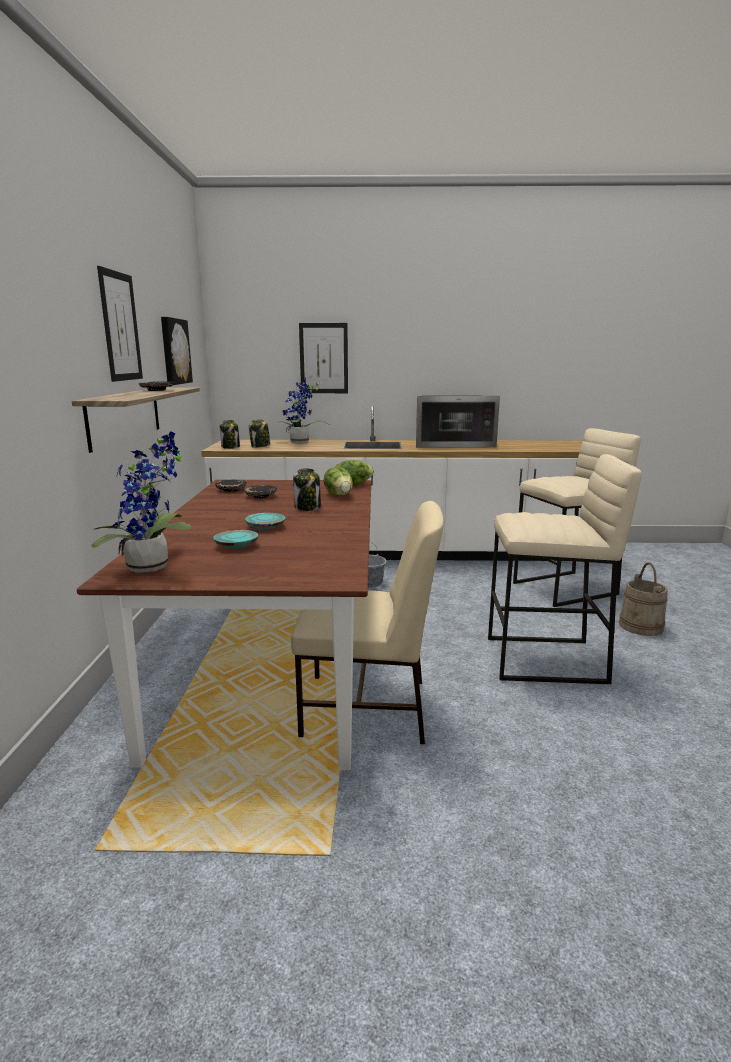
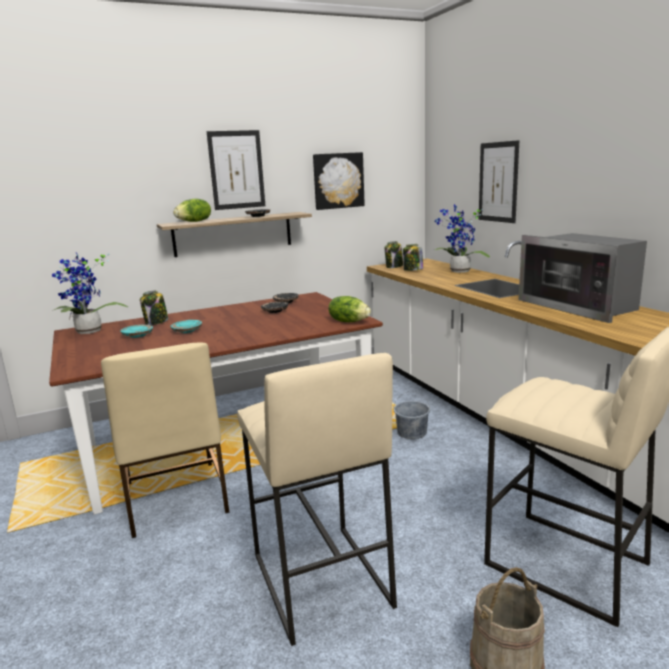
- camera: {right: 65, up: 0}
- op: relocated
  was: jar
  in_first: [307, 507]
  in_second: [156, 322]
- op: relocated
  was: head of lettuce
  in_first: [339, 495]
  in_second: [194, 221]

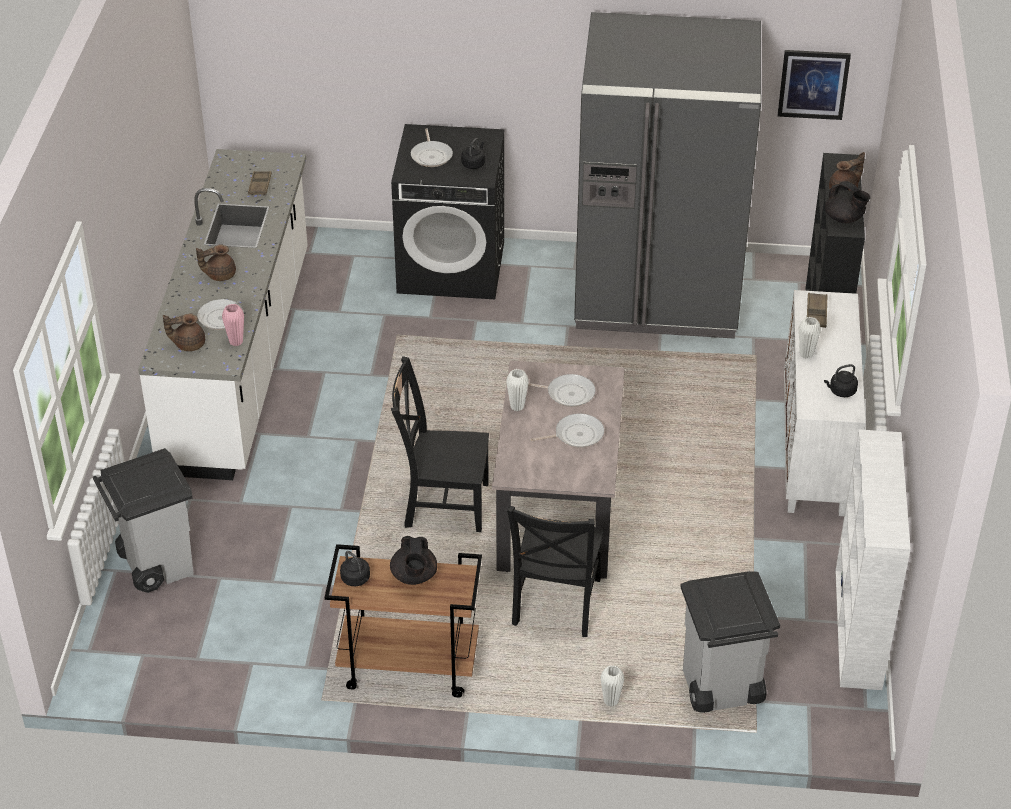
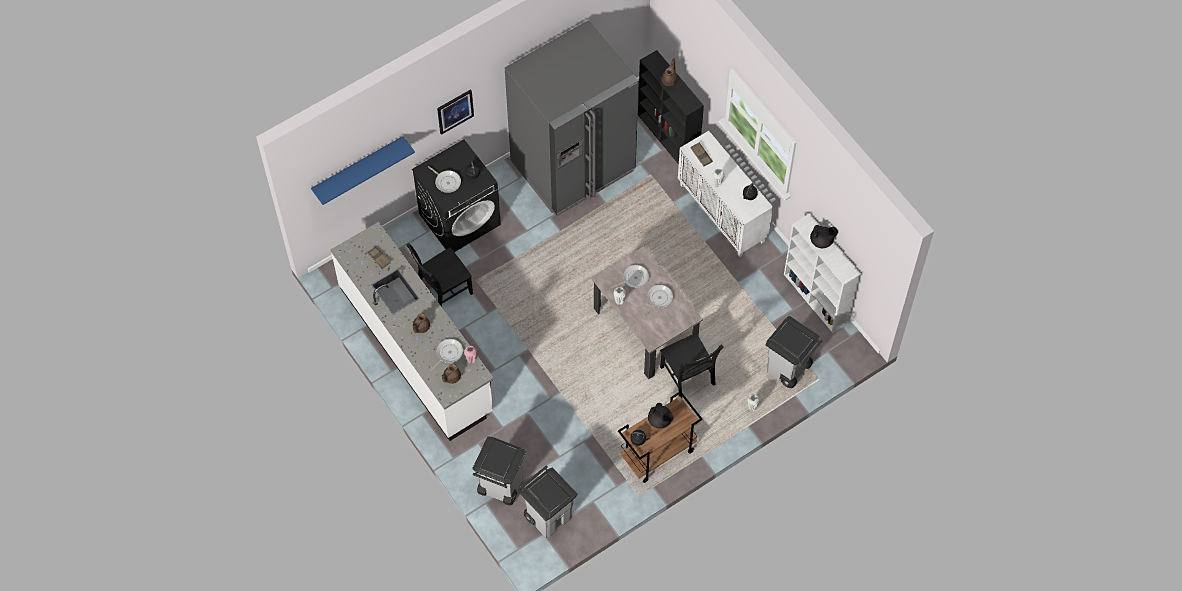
- camera: {right: -40, up: 20}
- op: appeared
  now: bluish shelf
  in_second: [358, 167]
- op: relocated
  was: black chair
  in_first: [442, 504]
  in_second: [442, 291]
- op: relocated
  was: picture
  in_first: [813, 84]
  in_second: [455, 111]
- op: appeared
  now: grey waste bin
  in_second: [548, 516]
- op: relocated
  was: black pot for tea
  in_first: [844, 218]
  in_second: [822, 241]

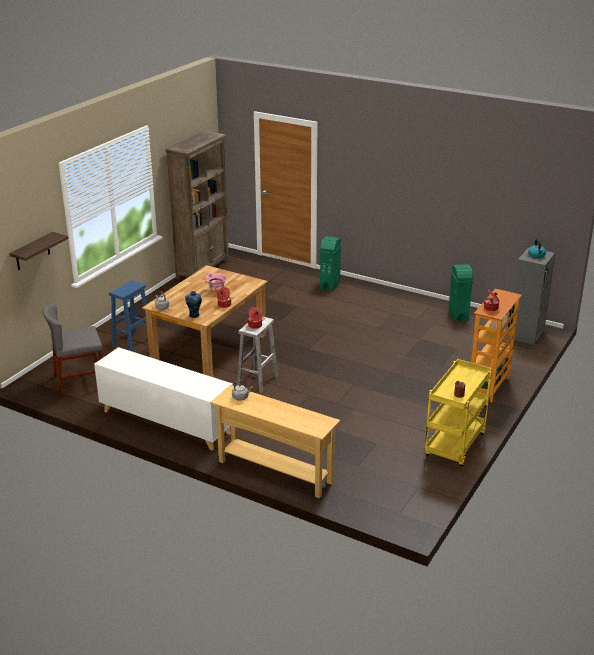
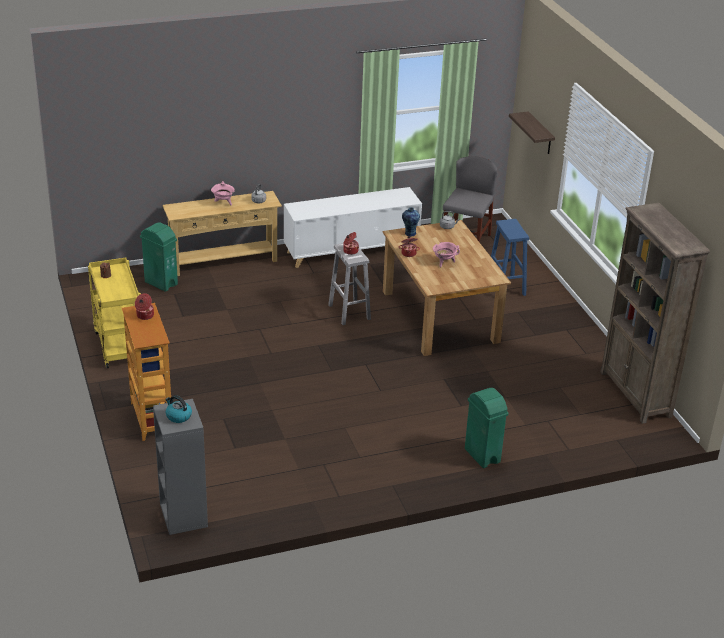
- camera: {right: 130, up: 5}
- op: relocated
  was: green waste bin
  in_first: [458, 316]
  in_second: [161, 283]
- op: appeared
  now: pink stockpot
  in_second: [223, 203]

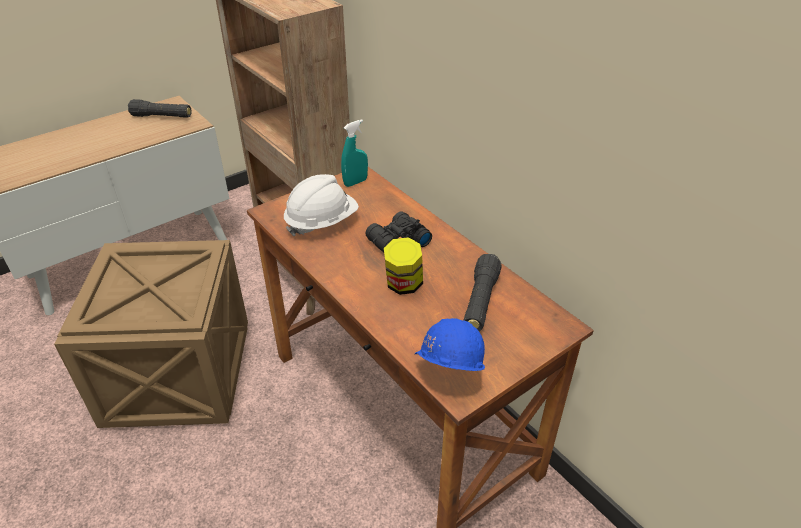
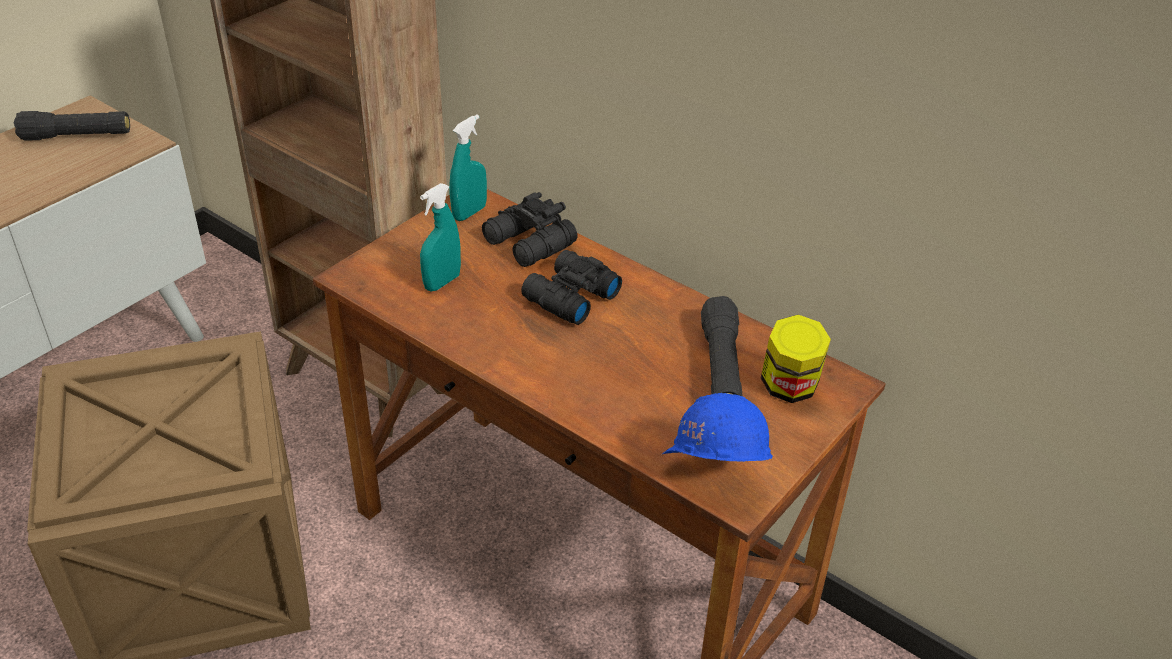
- camera: {right: -15, up: 0}
- op: exchanged
  was: whitish hard hat
  now: turquoise spray bottle
  in_first: [321, 222]
  in_second: [442, 282]
- op: appeared
  now: black field glasses
  in_second: [529, 244]
- op: relocated
  was: jar
  in_first: [403, 285]
  in_second: [789, 388]

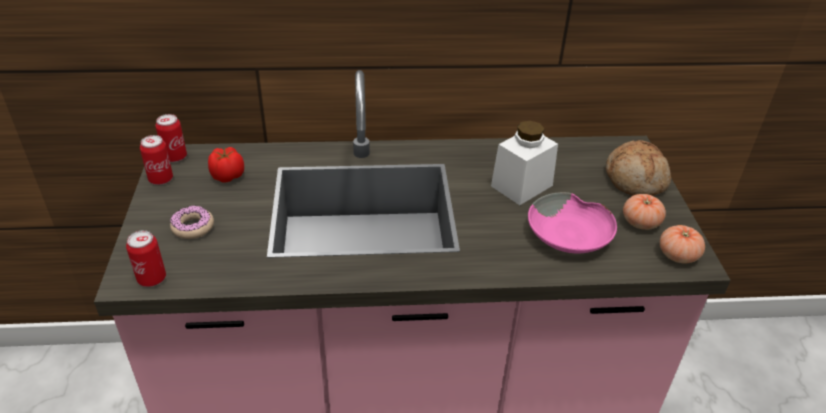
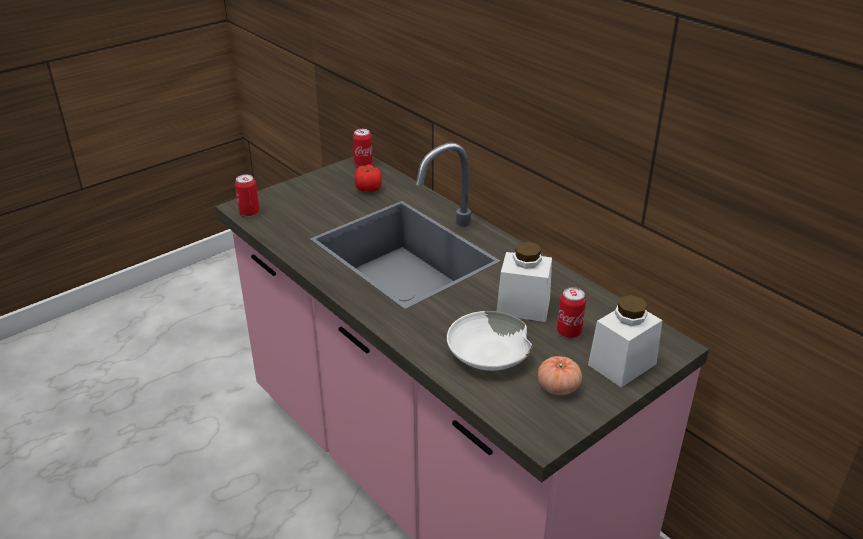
- camera: {right: 55, up: -5}
- op: colour
  was: pink serving bowl
  now: whitish serving bowl
  in_first: [570, 236]
  in_second: [488, 354]
- op: relocated
  was: sealed can
  in_first: [161, 179]
  in_second: [569, 332]
- op: exchanged
  was: baked bread
  now: whitish jar
  in_first: [636, 179]
  in_second: [622, 364]
- op: missing
  was: doughnut
  in_first: [193, 227]
- op: missing
  was: whole tomato
  in_first: [678, 255]

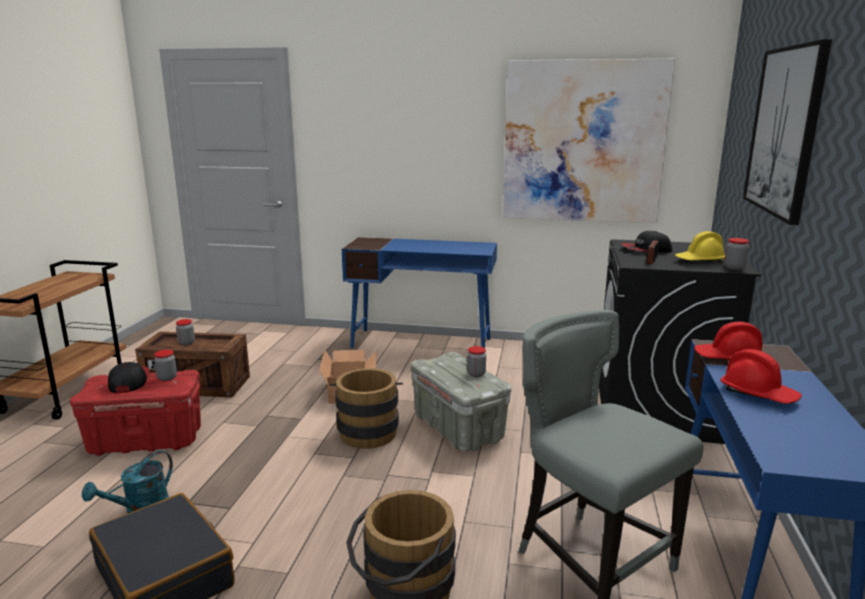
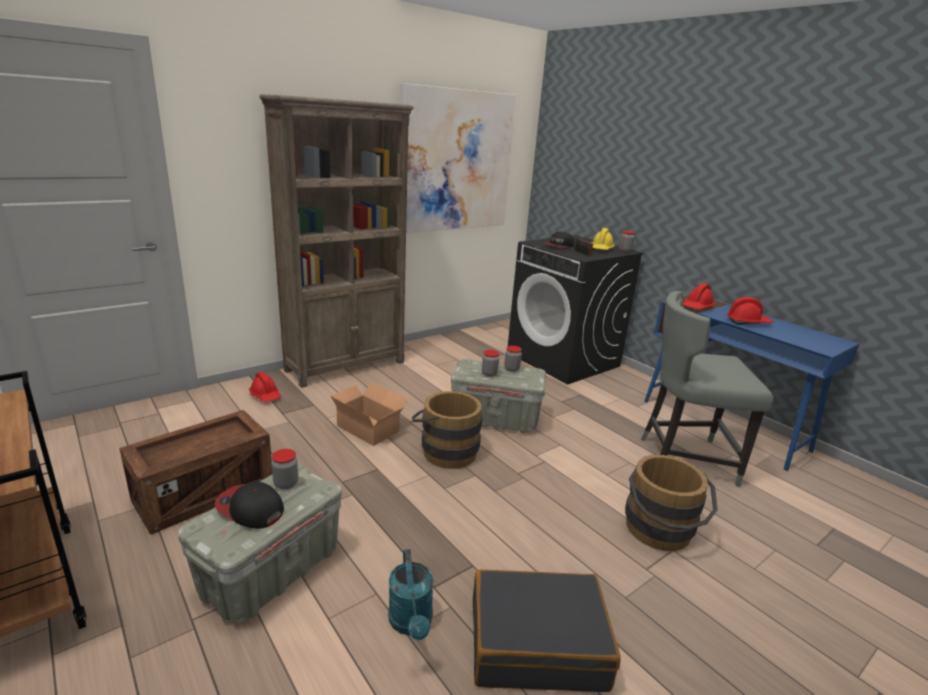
- camera: {right: -50, up: 5}
- op: colour
  was: red storage bin
  now: grey storage bin
  in_first: [145, 441]
  in_second: [271, 572]
- op: appeared
  now: red hard hat
  in_second: [266, 396]
- op: exchanged
  was: bluish desk
  now: brown bookcase
  in_first: [422, 343]
  in_second: [346, 366]
- op: relocated
  was: jar
  in_first: [186, 343]
  in_second: [489, 374]
- op: missing
  was: picture
  in_first: [784, 131]

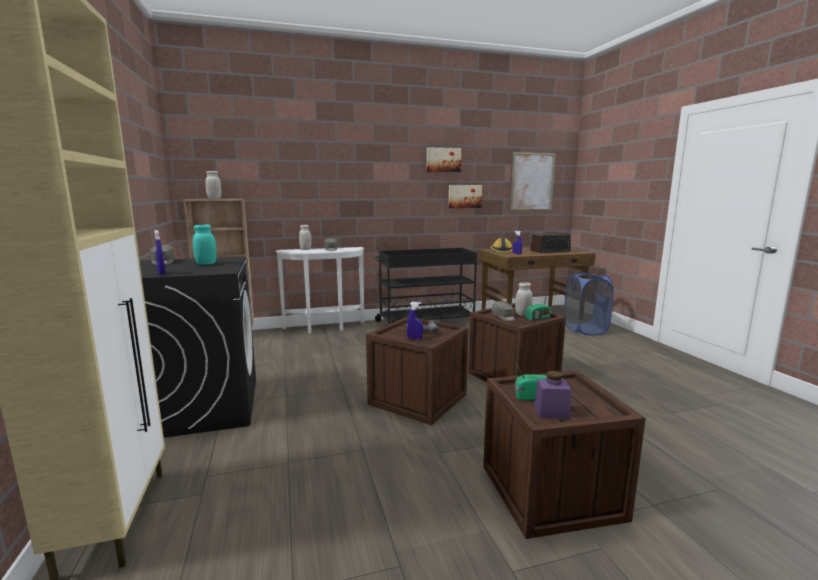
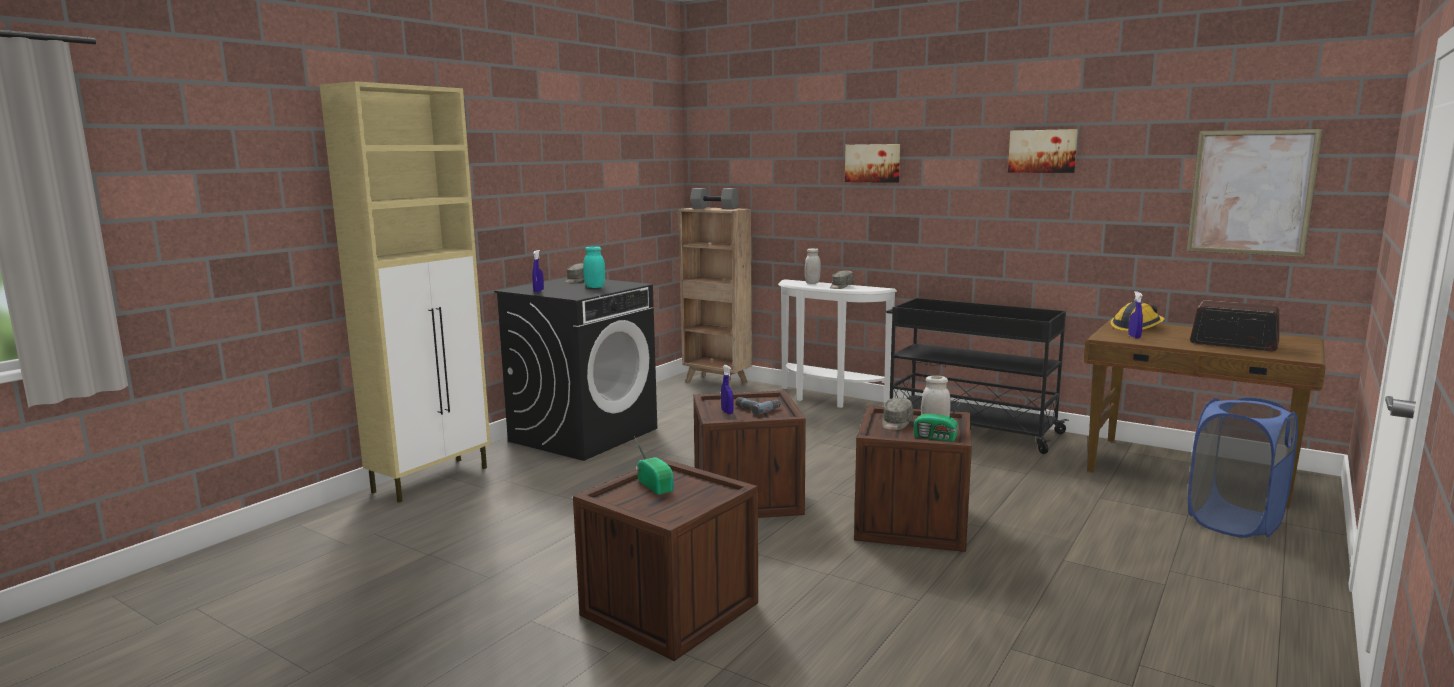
- camera: {right: 50, up: 0}
- op: exchanged
  was: whitish jar
  now: grey free weight
  in_first: [214, 198]
  in_second: [715, 208]
- op: relocated
  was: picture
  in_first: [464, 196]
  in_second: [873, 163]
- op: missing
  was: purple-coloured jar
  in_first: [551, 412]

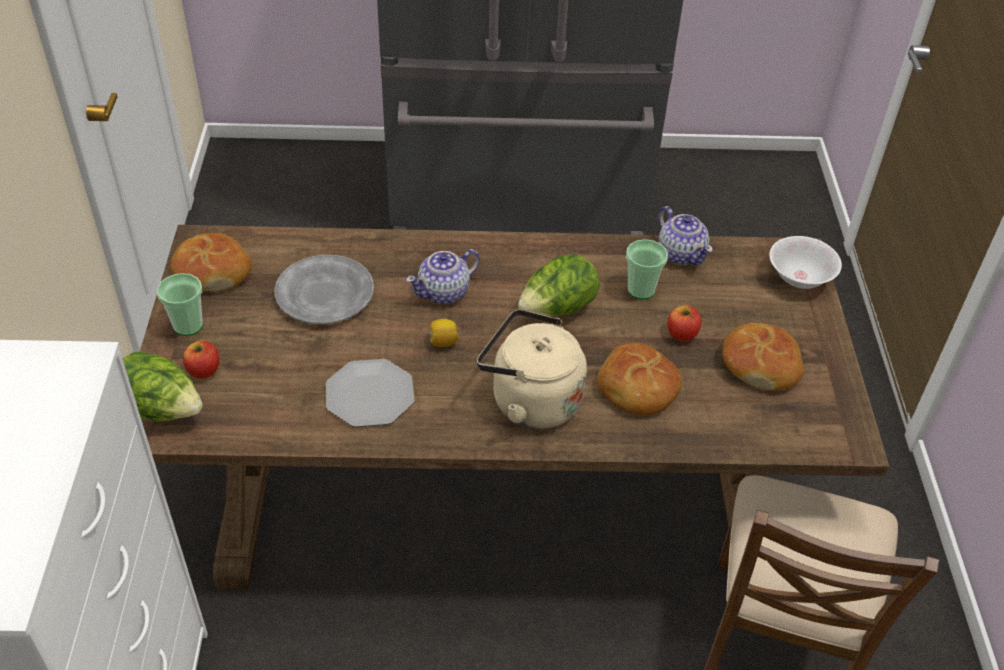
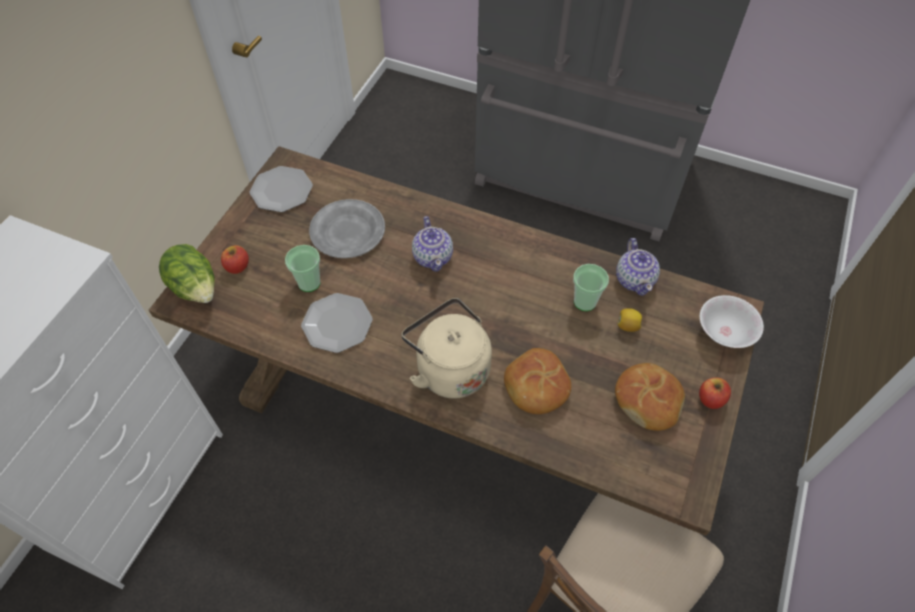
- camera: {right: 25, up: 10}
- op: exchanged
  was: baked bread
  now: flat dish
  in_first: [212, 271]
  in_second: [281, 190]
- op: relocated
  was: drinking cup
  in_first: [188, 325]
  in_second: [309, 283]
- op: spun
  was: pot for tea
  in_first: [444, 292]
  in_second: [433, 256]
  clockwise: -90
- op: relocated
  was: citrus fruit
  in_first: [443, 342]
  in_second: [627, 326]
- op: relocated
  was: whole apple
  in_first: [682, 334]
  in_second: [710, 399]
- op: missing
  was: head of lettuce
  in_first: [557, 310]

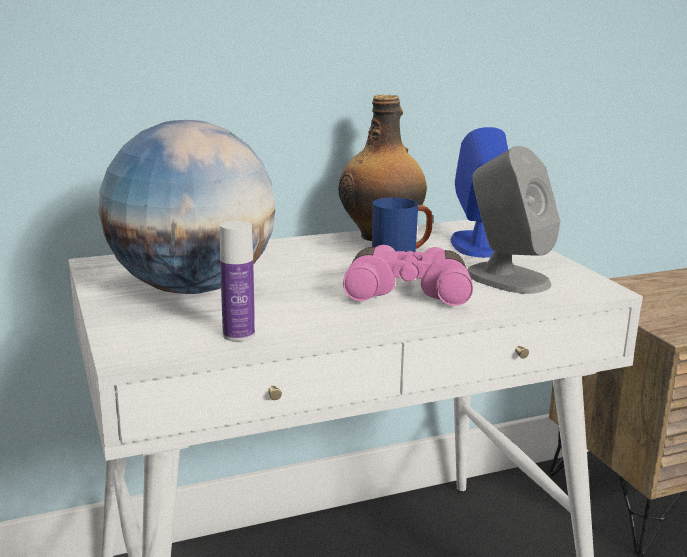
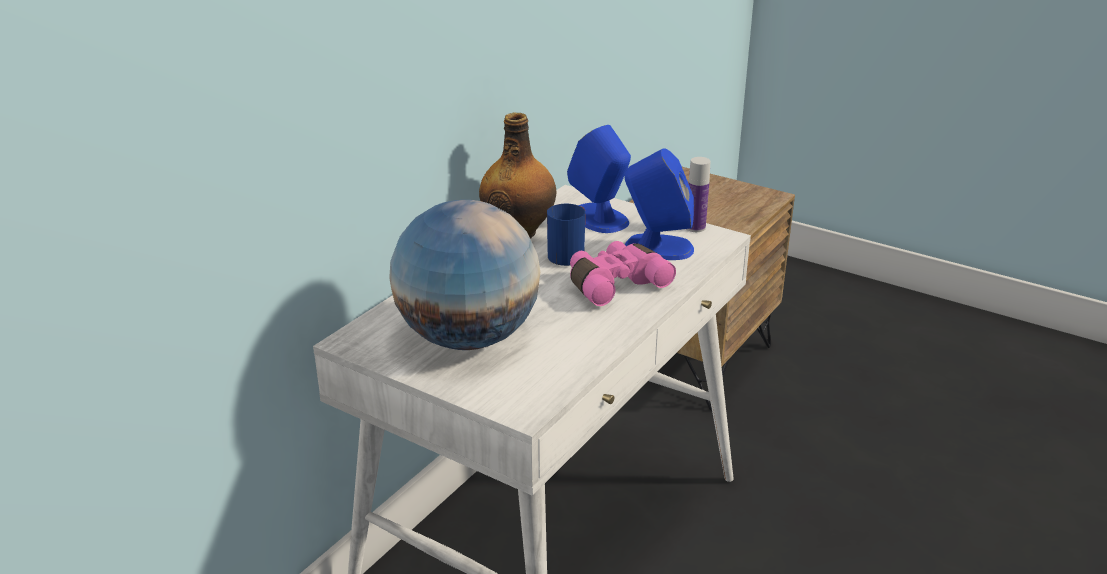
- camera: {right: -35, up: 10}
- op: colour
  was: grey loudspeaker
  now: bluish loudspeaker
  in_first: [506, 278]
  in_second: [657, 248]
- op: relocated
  was: beverage bottle
  in_first: [238, 335]
  in_second: [695, 227]

